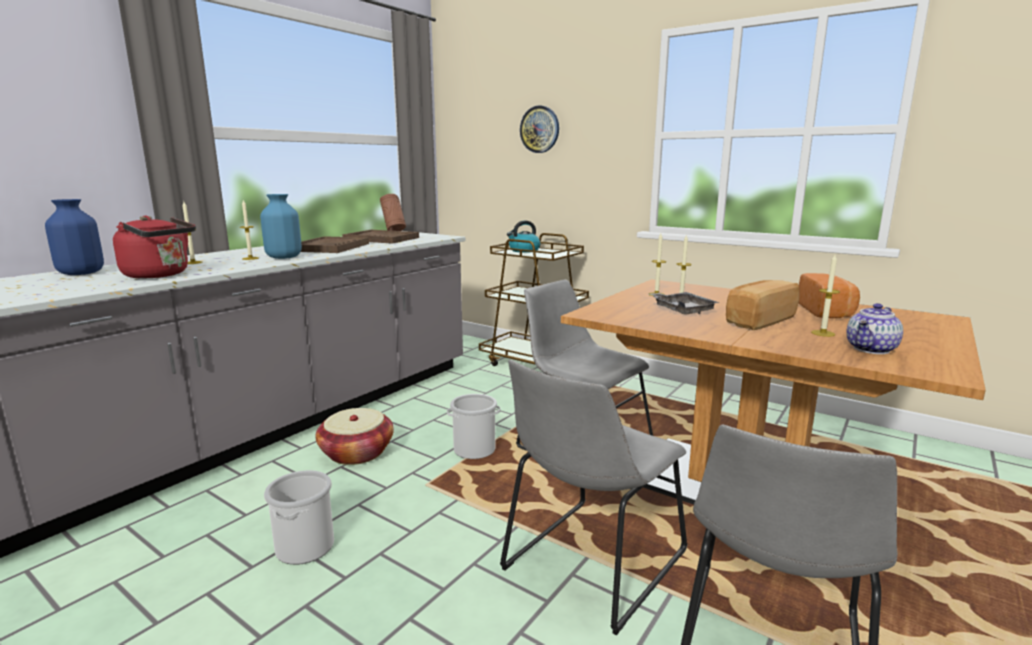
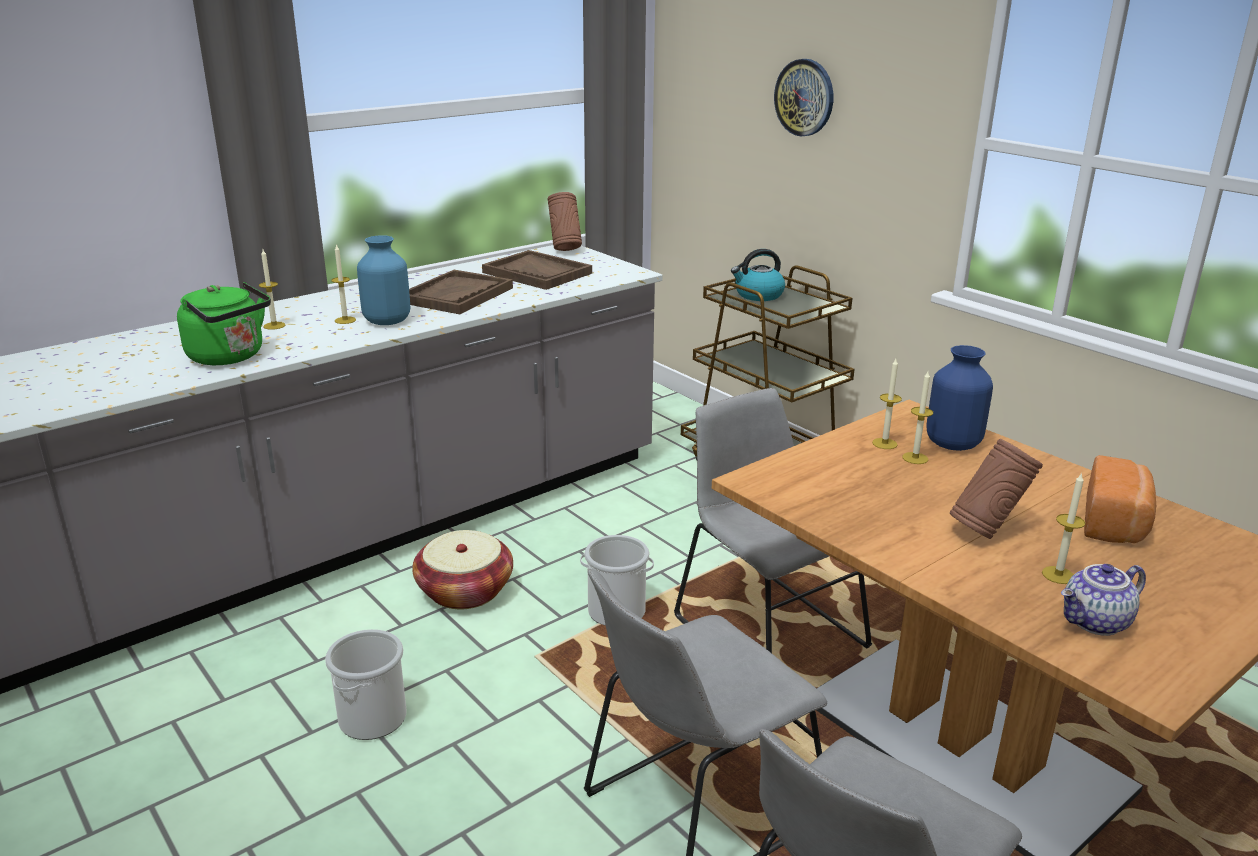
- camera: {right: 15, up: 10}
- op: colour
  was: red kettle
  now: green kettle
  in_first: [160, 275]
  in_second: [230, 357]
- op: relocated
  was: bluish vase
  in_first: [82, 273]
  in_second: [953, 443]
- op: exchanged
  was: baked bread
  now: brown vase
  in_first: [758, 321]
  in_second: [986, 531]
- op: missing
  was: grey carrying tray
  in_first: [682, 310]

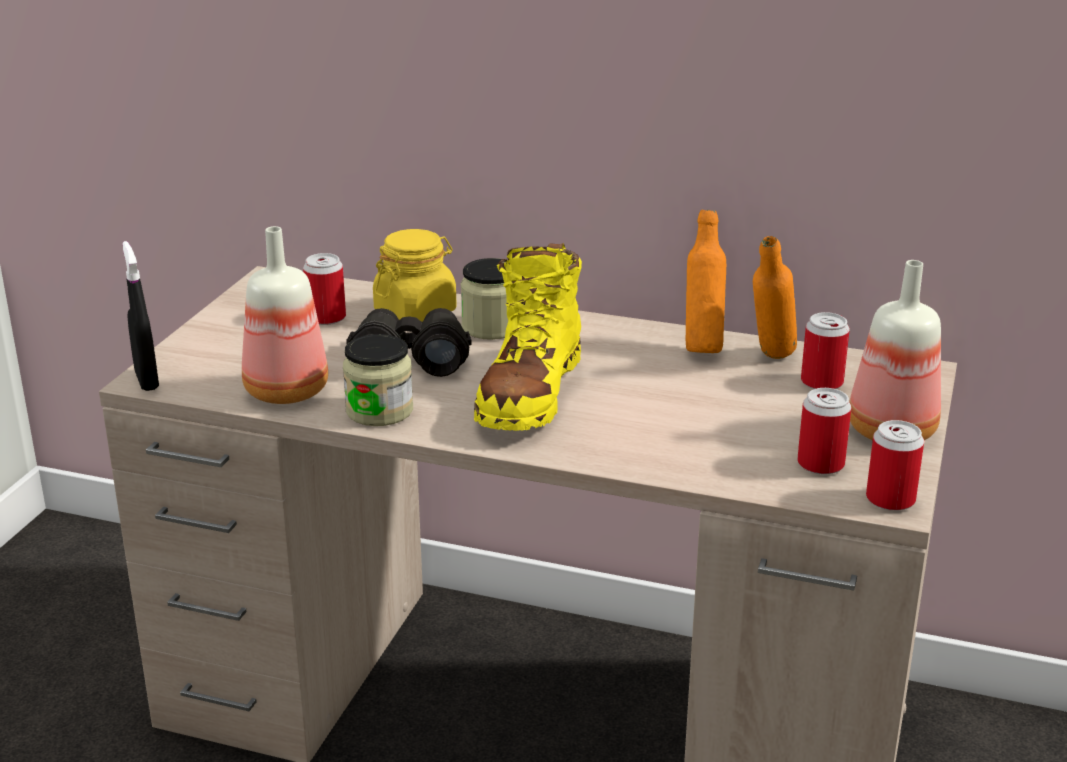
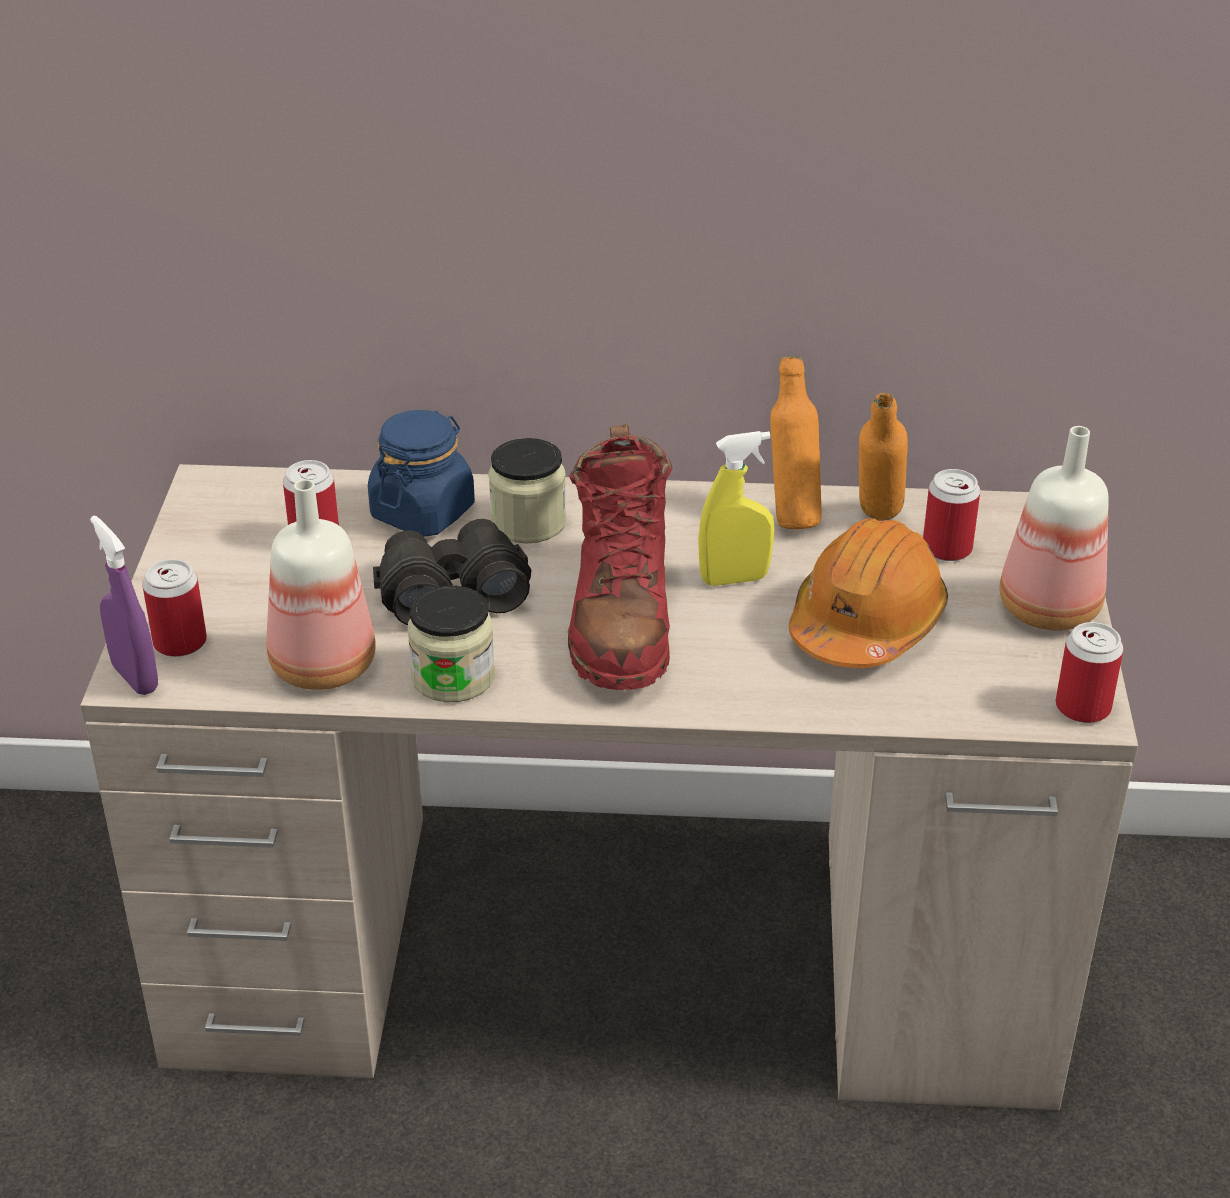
- camera: {right: -15, up: 10}
- op: colour
  was: black spray bottle
  now: purple-coloured spray bottle
  in_first: [147, 380]
  in_second: [135, 678]
- op: relocated
  was: sealed can
  in_first: [820, 464]
  in_second: [180, 642]
- op: colour
  was: yellow-coloured jar
  now: bluish jar
  in_first: [415, 312]
  in_second: [423, 512]
- op: colour
  was: yellow-coloured high-top boot
  now: red high-top boot
  in_first: [530, 393]
  in_second: [621, 620]
- op: appeared
  now: yellow-coloured spray bottle
  in_second: [734, 579]
- op: appeared
  now: orangey hard hat
  in_second: [866, 623]

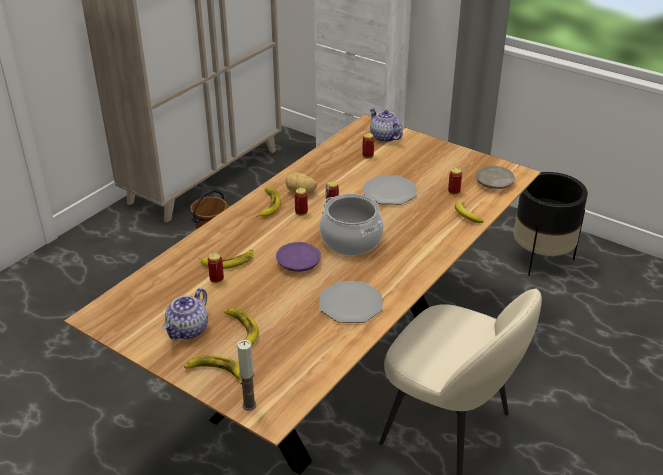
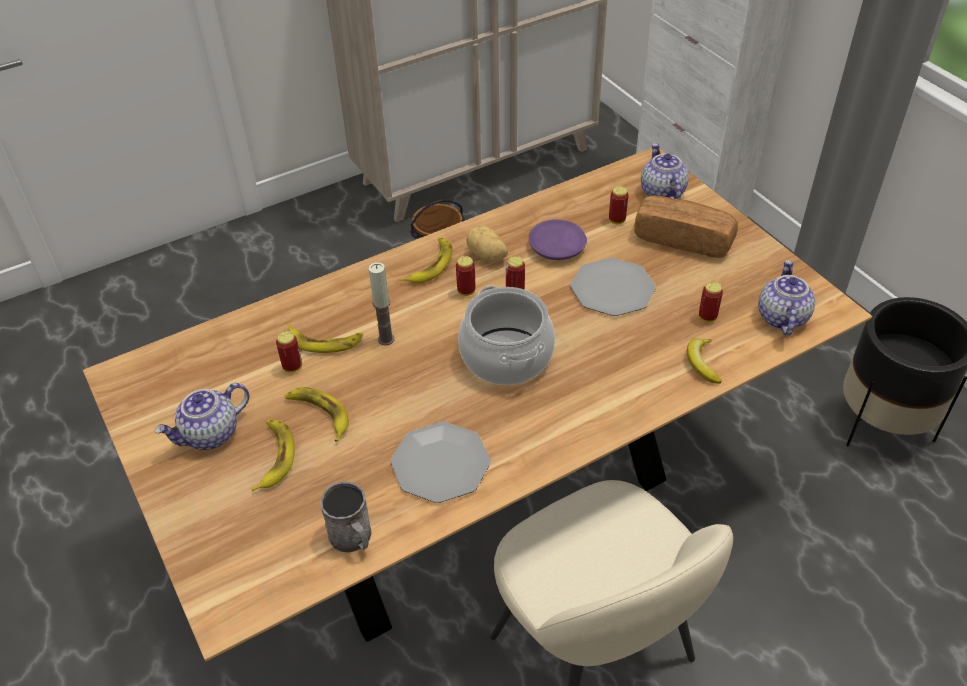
- camera: {right: 25, up: 10}
- op: relocated
  was: banana
  in_first: [216, 372]
  in_second: [319, 414]
- op: appeared
  now: grey coffee mug
  in_second: [353, 538]
- op: relocated
  was: wax light
  in_first: [249, 405]
  in_second: [386, 339]
- op: relocated
  was: purple-coloured flat dish
  in_first: [299, 263]
  in_second: [557, 248]
- op: appeared
  now: baked bread
  in_second: [683, 239]
- op: exchanged
  was: beige flat dish
  now: pot for tea
  in_first: [493, 183]
  in_second: [781, 317]

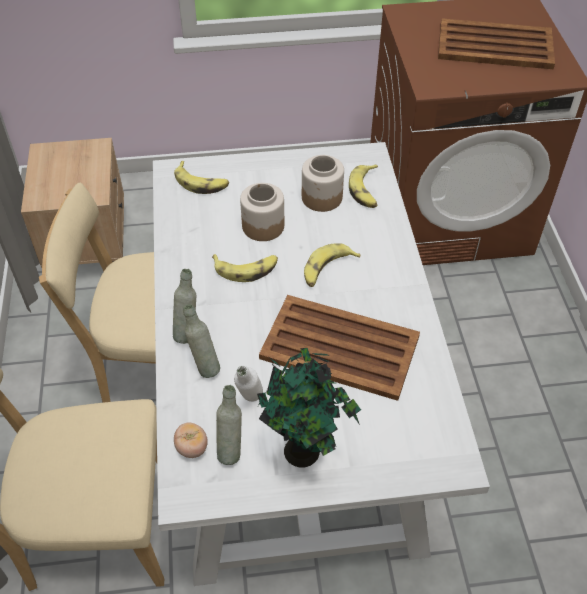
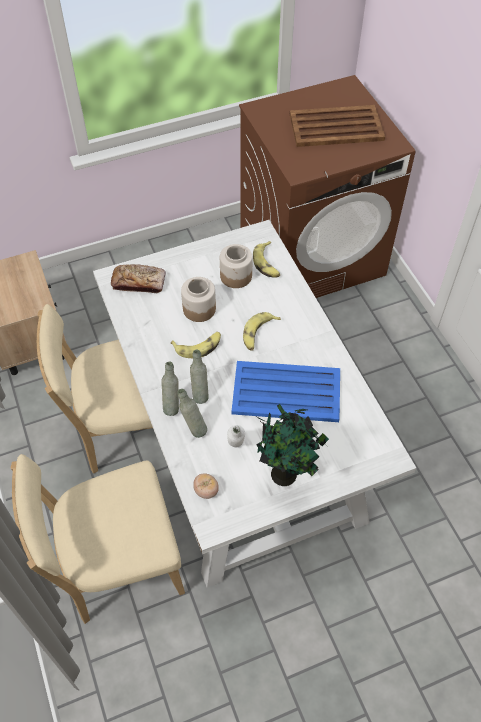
- camera: {right: -15, up: 5}
- op: exchanged
  was: banana
  now: baked bread
  in_first: [201, 183]
  in_second: [139, 282]
- op: relocated
  was: grey beverage bottle
  in_first: [231, 449]
  in_second: [200, 394]
- op: colour
  was: brown carrying tray
  now: bluish carrying tray
  in_first: [341, 348]
  in_second: [287, 392]

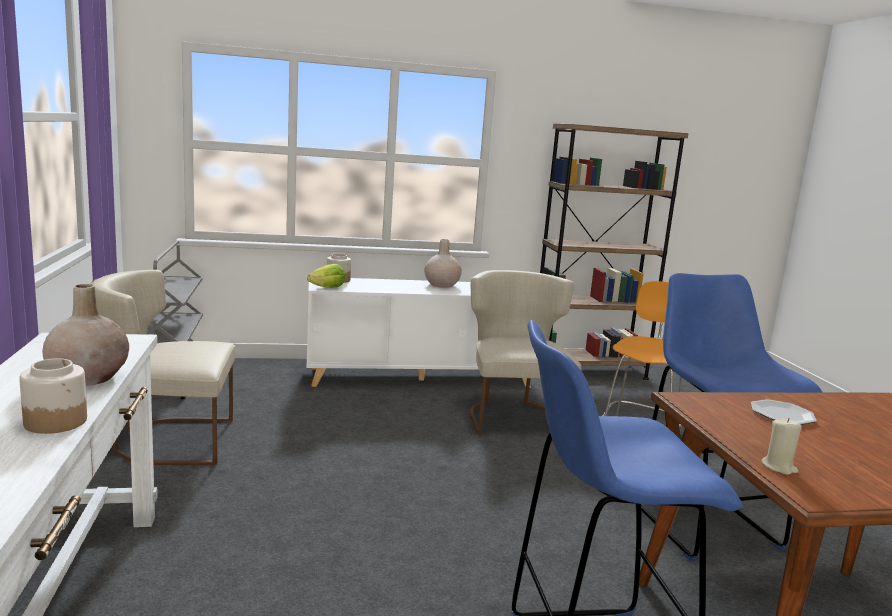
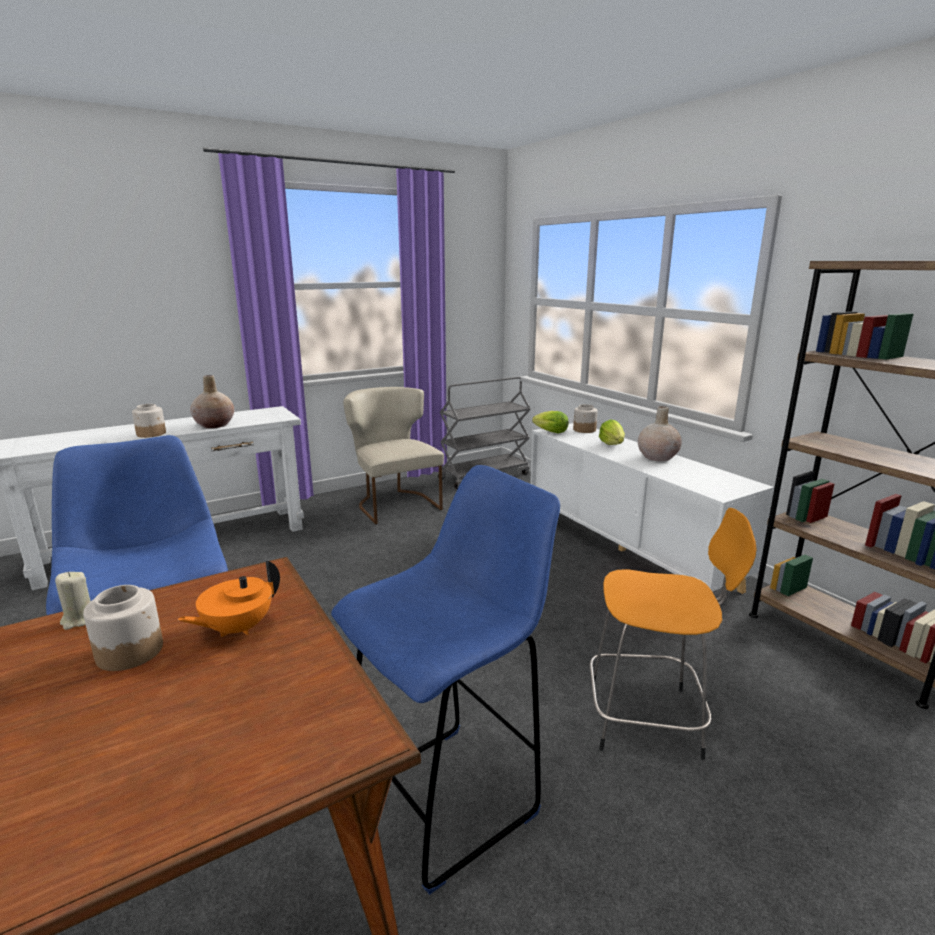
- camera: {right: 70, up: 5}
- op: appeared
  now: jar
  in_second: [130, 651]
- op: exchanged
  was: flat dish
  now: orangey pot for tea
  in_first: [782, 415]
  in_second: [237, 628]
- op: appeared
  now: head of lettuce
  in_second: [612, 444]
- op: missing
  was: beige chair
  in_first: [513, 416]

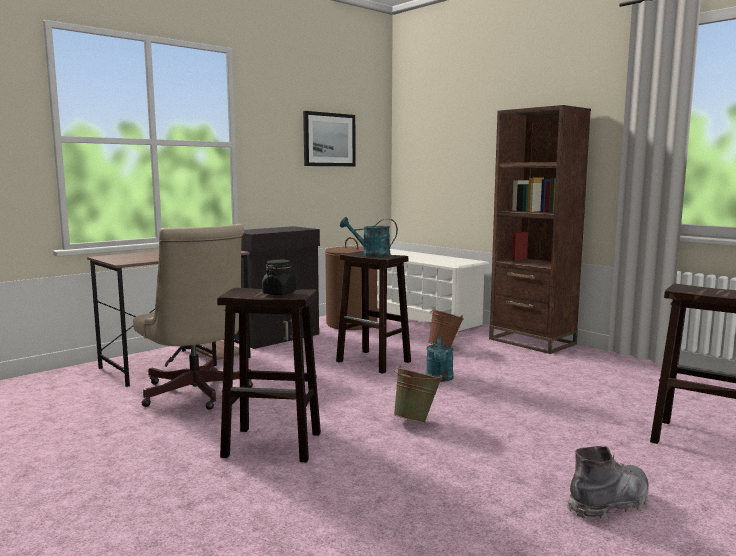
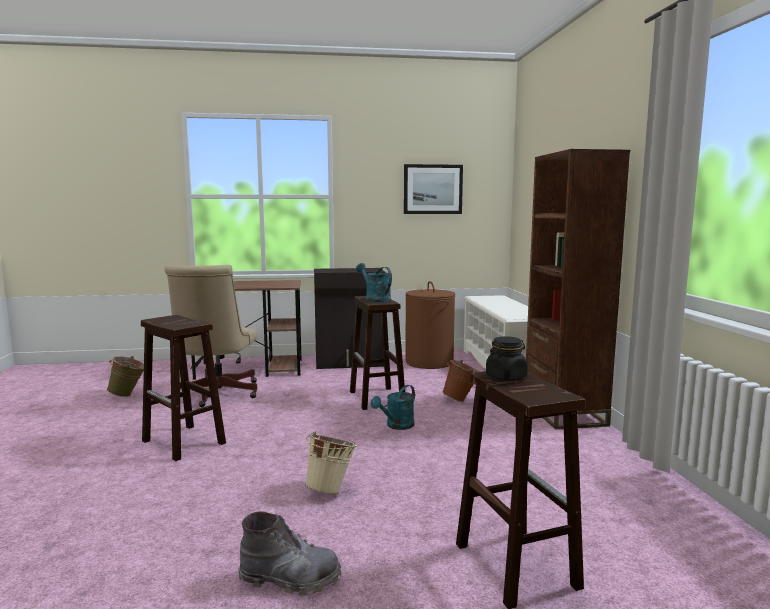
- camera: {right: 35, up: 0}
- op: relocated
  was: green bucket
  in_first: [416, 420]
  in_second: [128, 395]
- op: appeared
  now: beige bucket
  in_second: [331, 489]
- op: relocated
  was: black jar
  in_first: [279, 293]
  in_second: [506, 377]

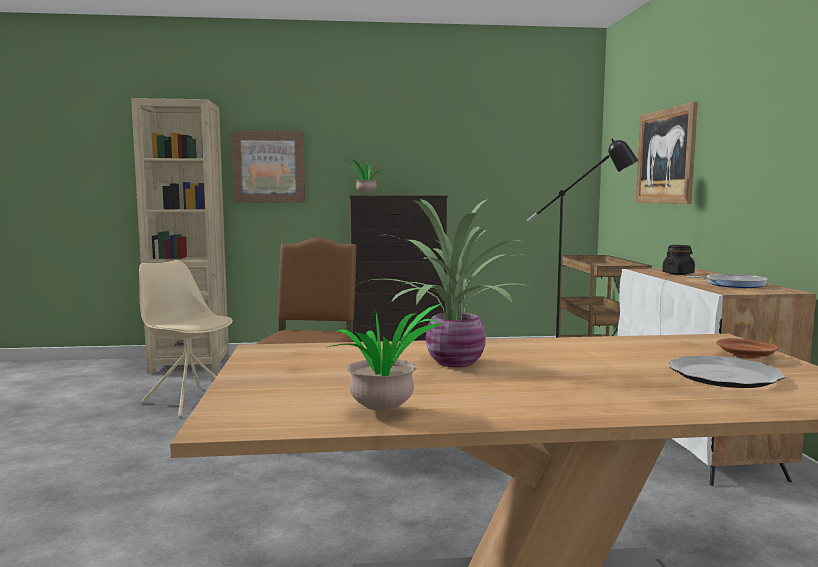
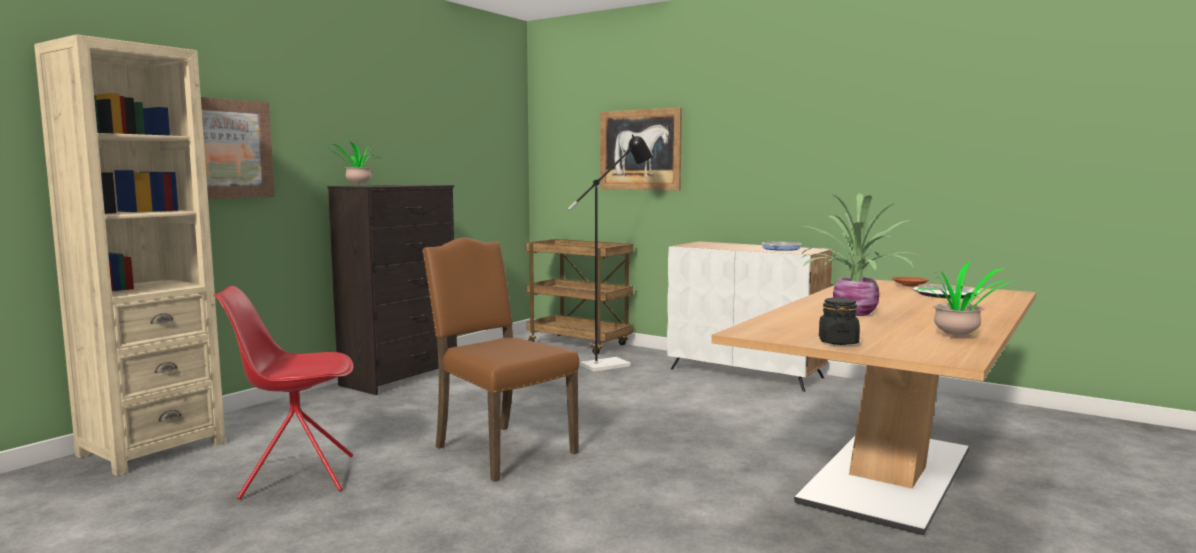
- camera: {right: -50, up: 0}
- op: colour
  was: beige chair
  now: red chair
  in_first: [189, 401]
  in_second: [296, 476]
- op: relocated
  was: black jar
  in_first: [678, 273]
  in_second: [838, 342]

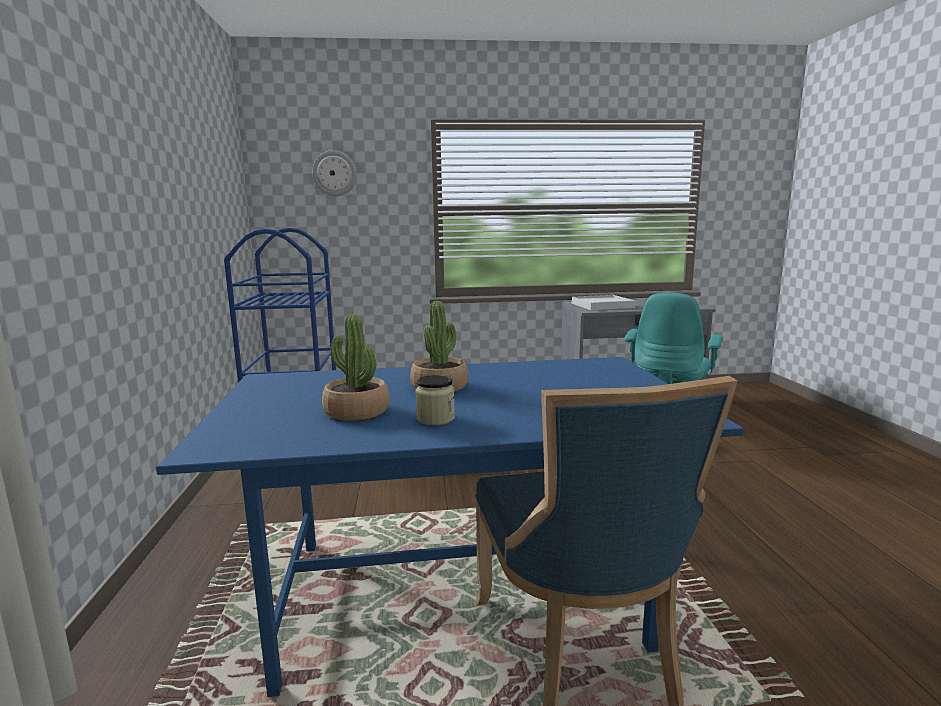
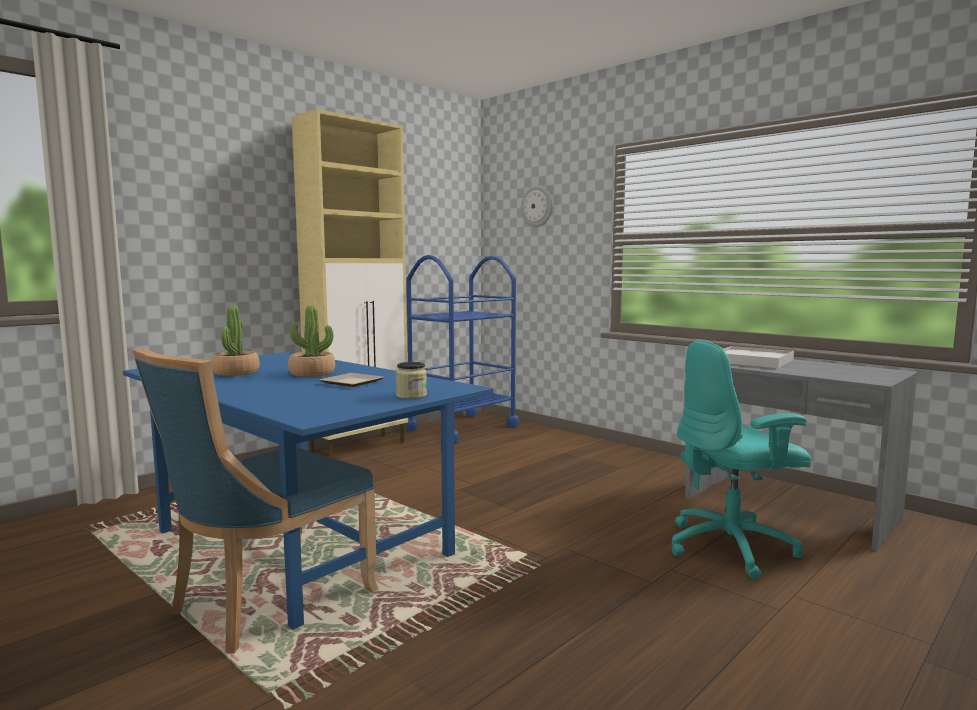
- camera: {right: 50, up: -5}
- op: appeared
  now: beige cabinet
  in_second: [360, 447]
- op: appeared
  now: flat dish
  in_second: [349, 383]
- op: relocated
  was: jar
  in_first: [435, 419]
  in_second: [411, 396]

